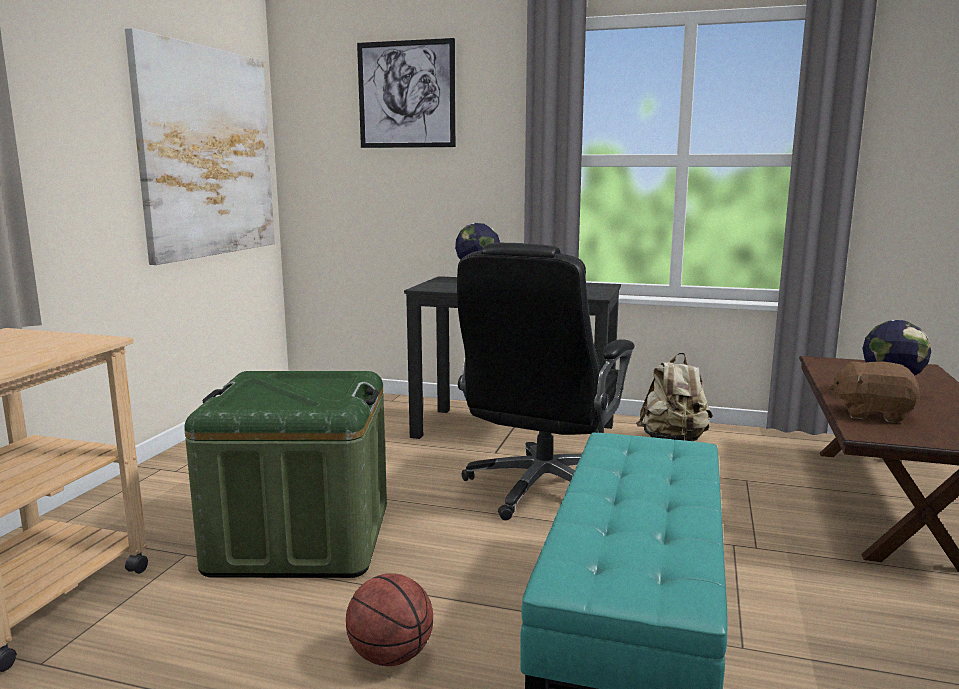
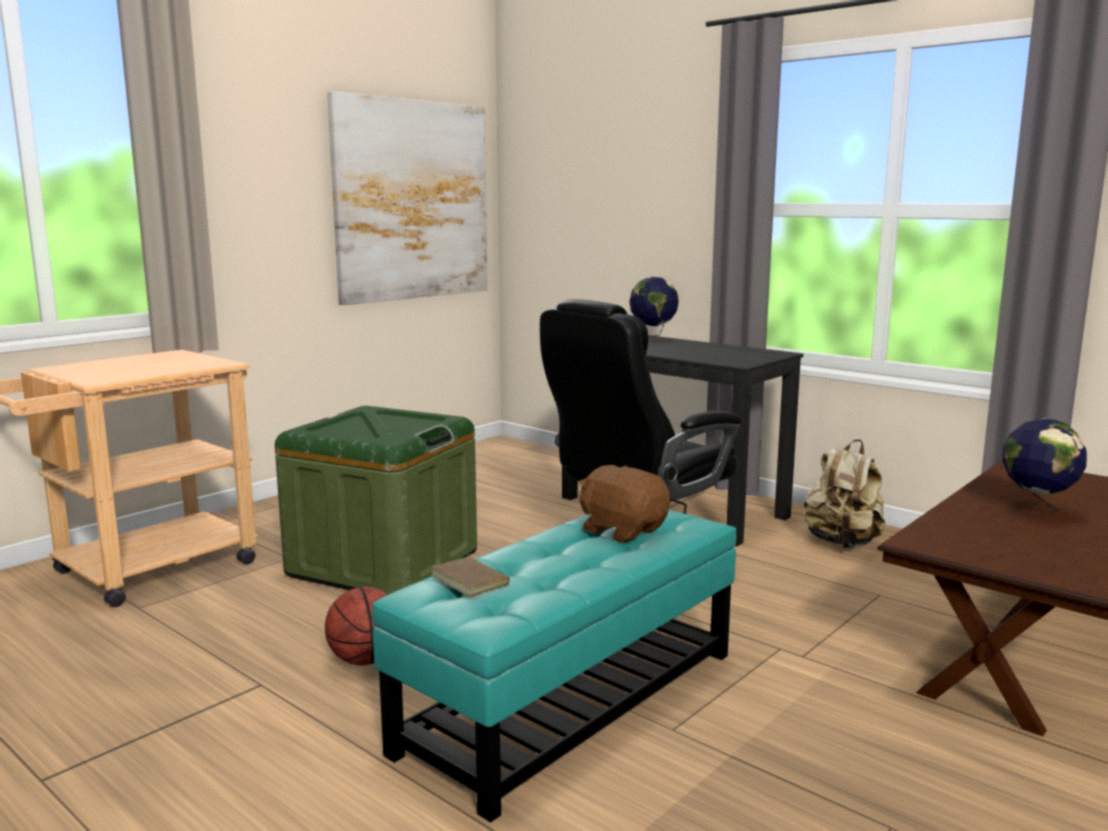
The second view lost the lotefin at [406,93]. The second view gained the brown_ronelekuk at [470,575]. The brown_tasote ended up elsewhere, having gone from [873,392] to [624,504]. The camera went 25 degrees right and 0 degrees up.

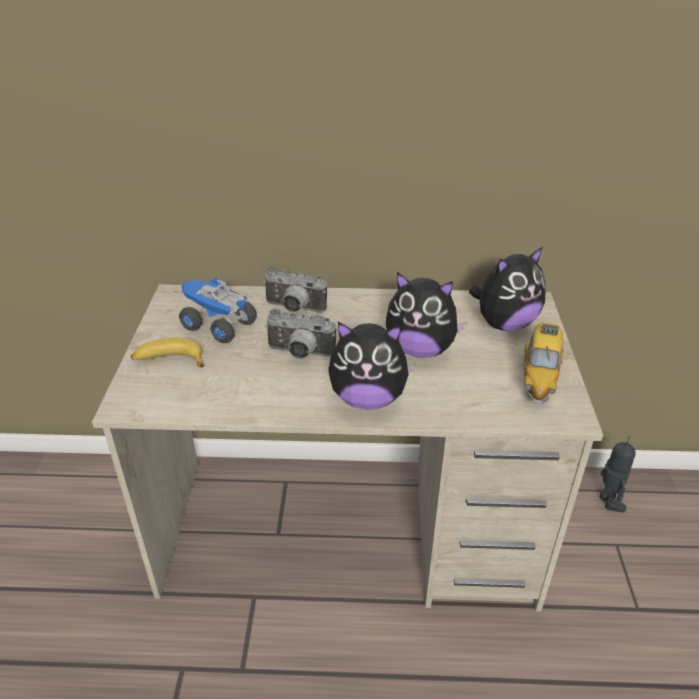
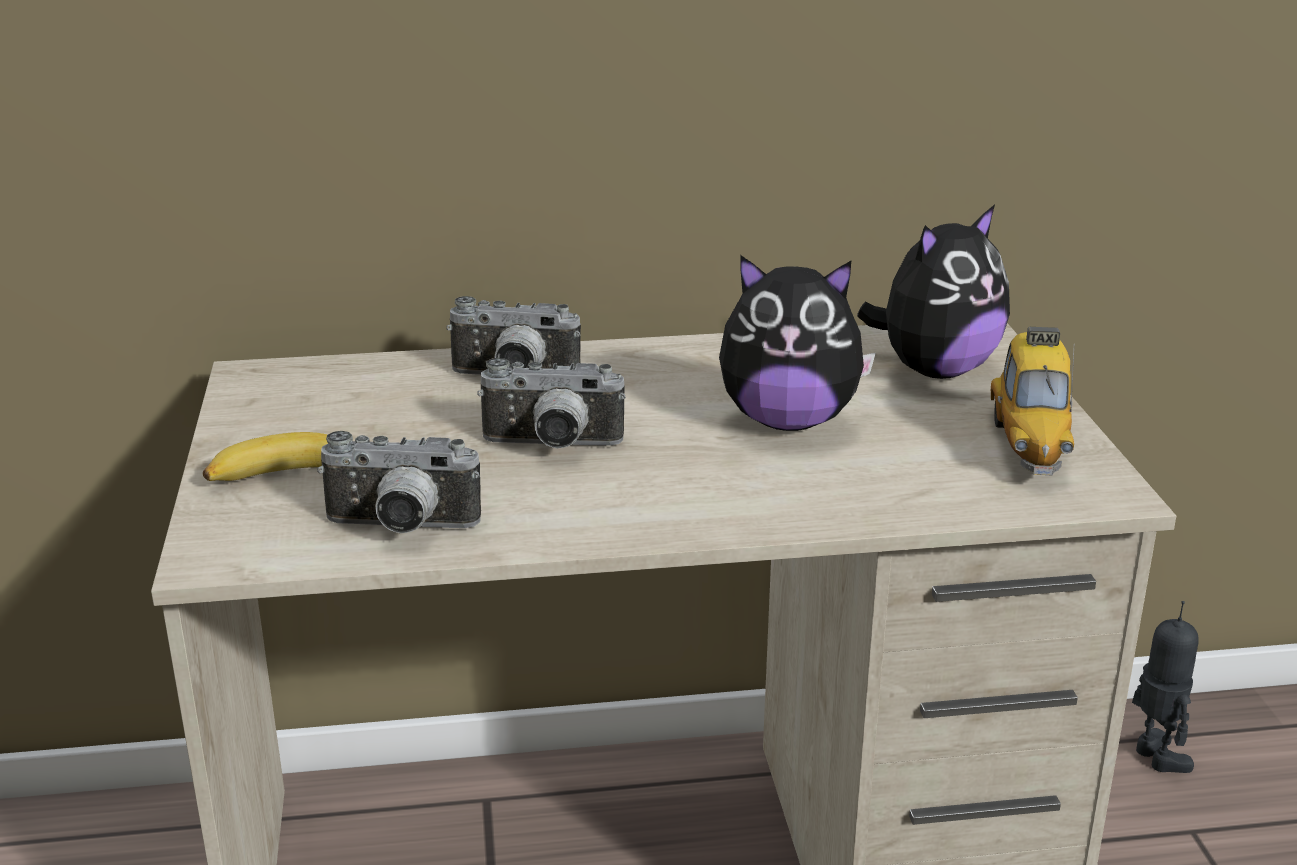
The second view lost the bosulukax at [218,310]. The second view lost the tasote at [371,366]. The second view gained the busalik at [399,482]. The camera went 10 degrees left and 10 degrees down.

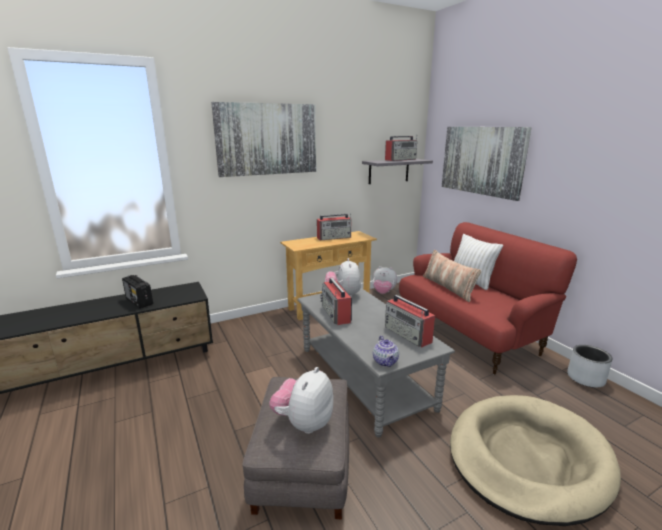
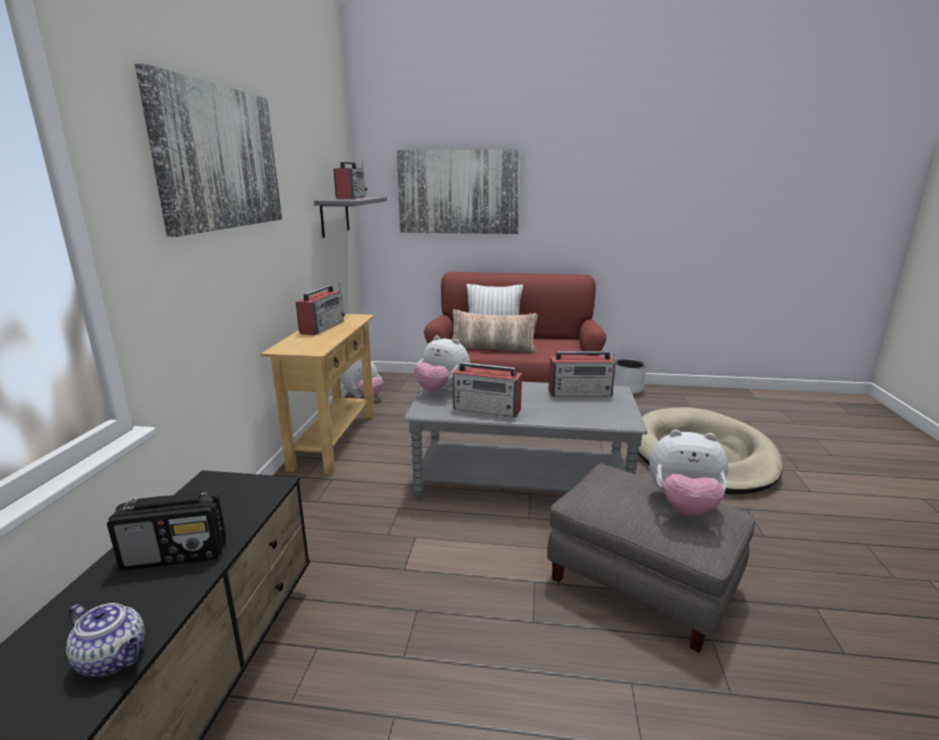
The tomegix ended up elsewhere, having gone from [386,351] to [105,640]. The tasote at [301,400] ended up facing another way, 45 degrees counterclockwise from before. The camera went 55 degrees left and 0 degrees up.

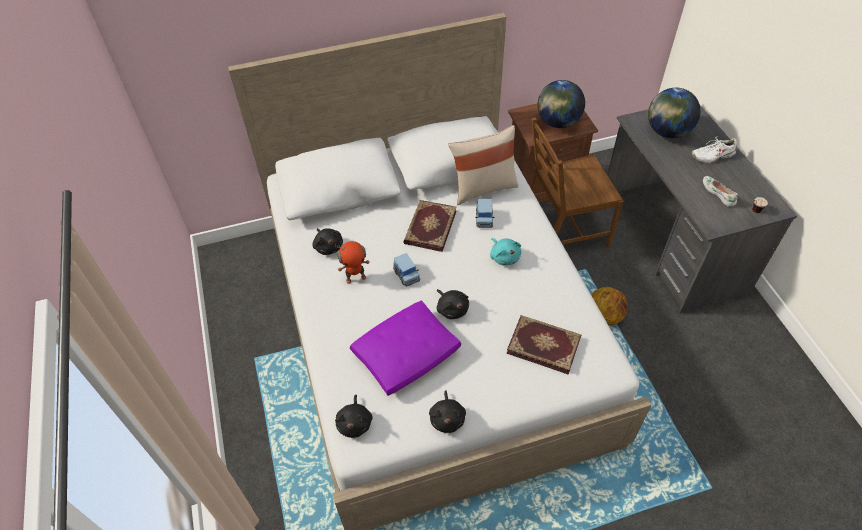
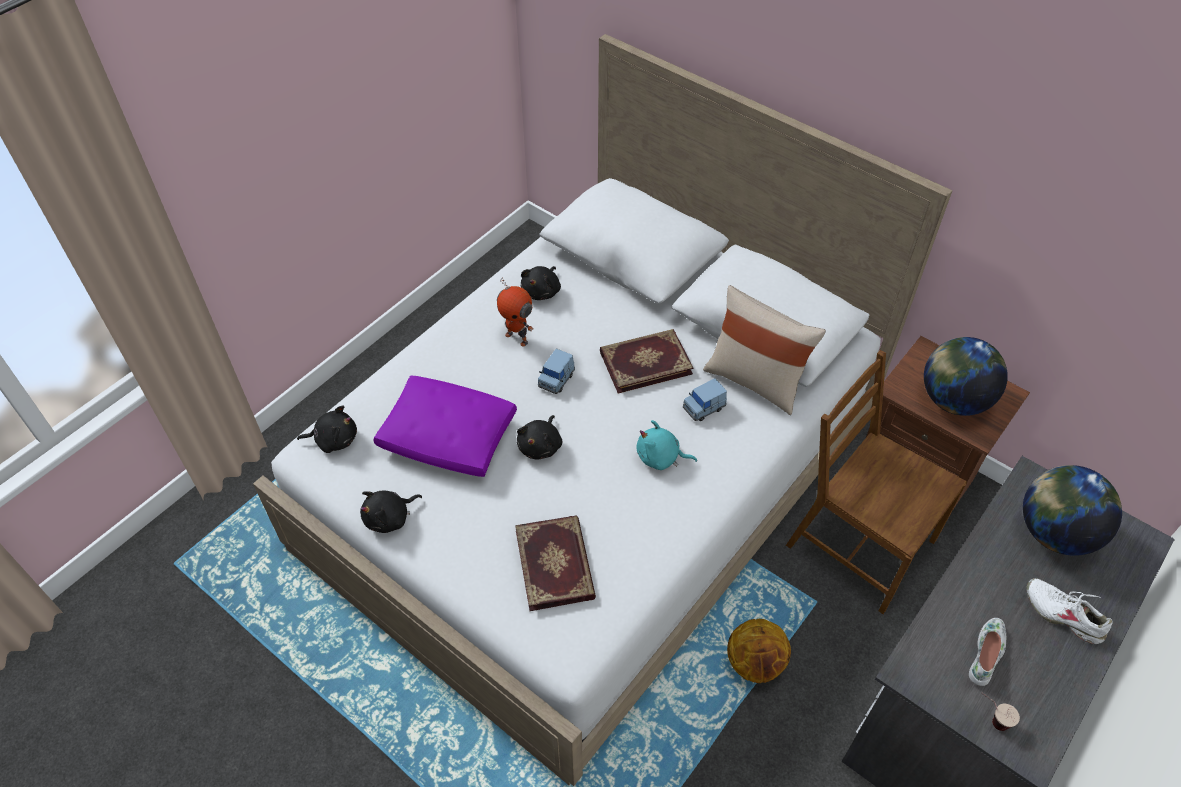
The black_tasote at [353,416] ended up facing another way, 150 degrees counterclockwise from before. The turquoise_tasote at [505,252] ended up facing another way, 75 degrees clockwise from before. The camera went 55 degrees right and 0 degrees up.

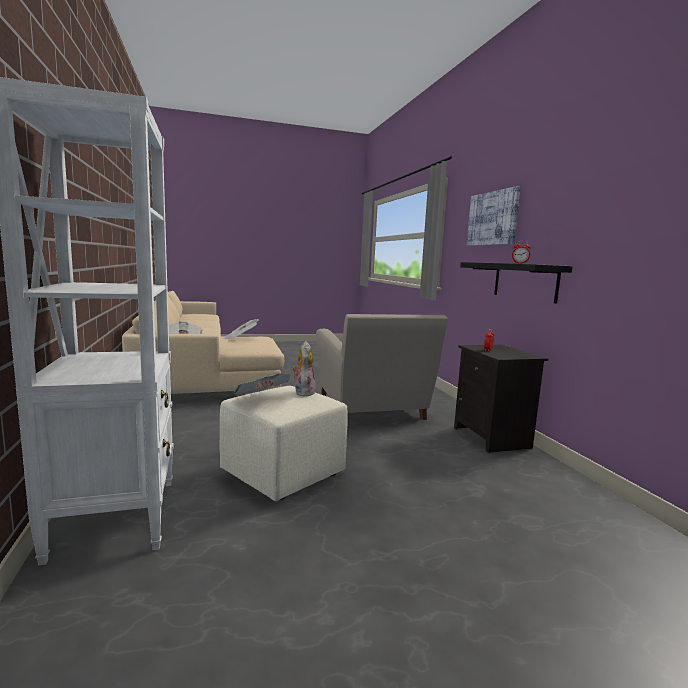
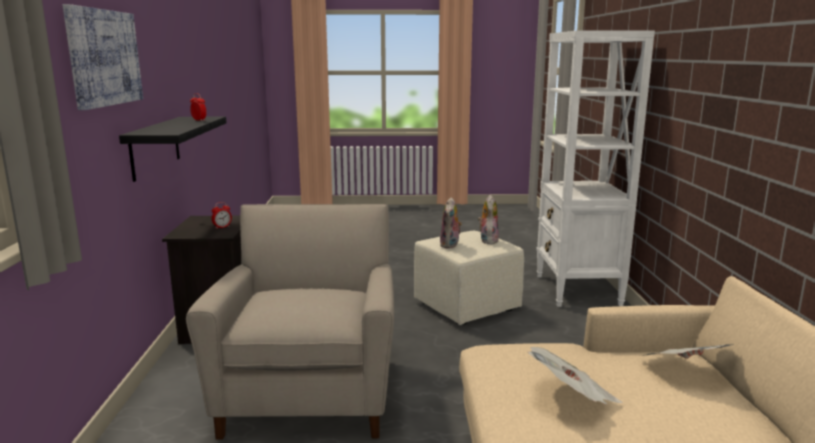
Where the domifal stood at [262,384], the tasote came to stand at [488,219]. The camera went 165 degrees left and 5 degrees up.

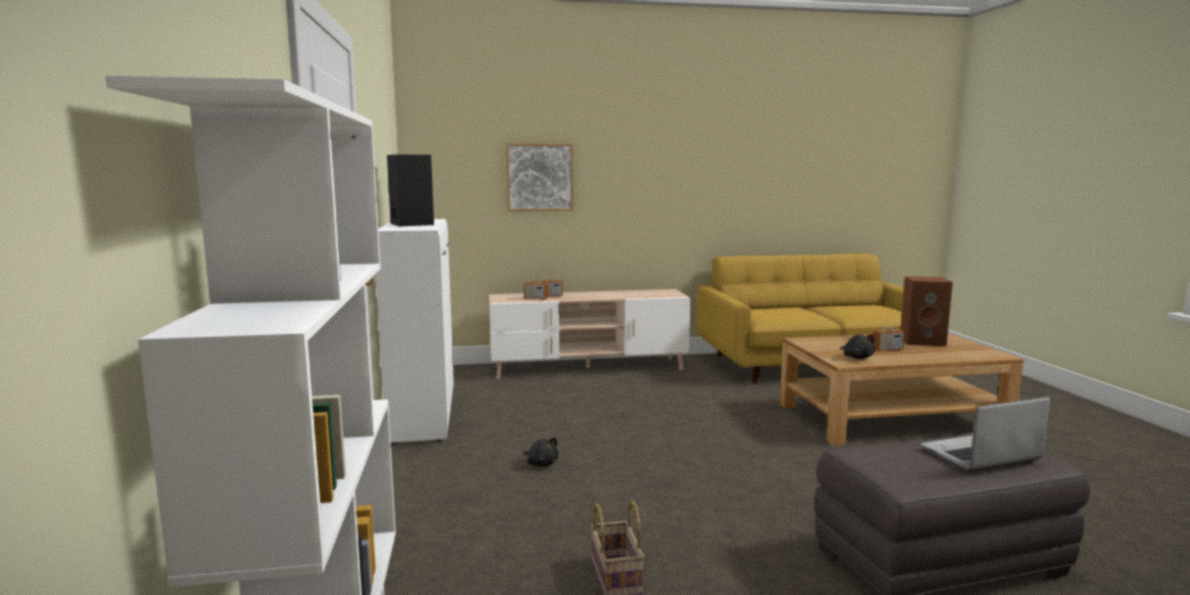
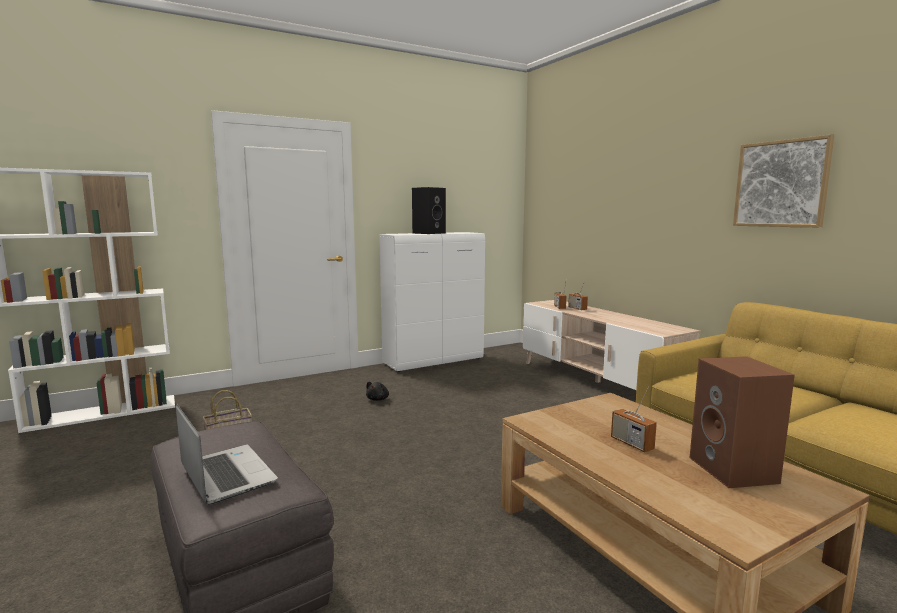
The second view lost the black_tasote at [857,346]. The lotefin ended up elsewhere, having gone from [539,177] to [783,181]. The camera went 70 degrees right and 0 degrees up.

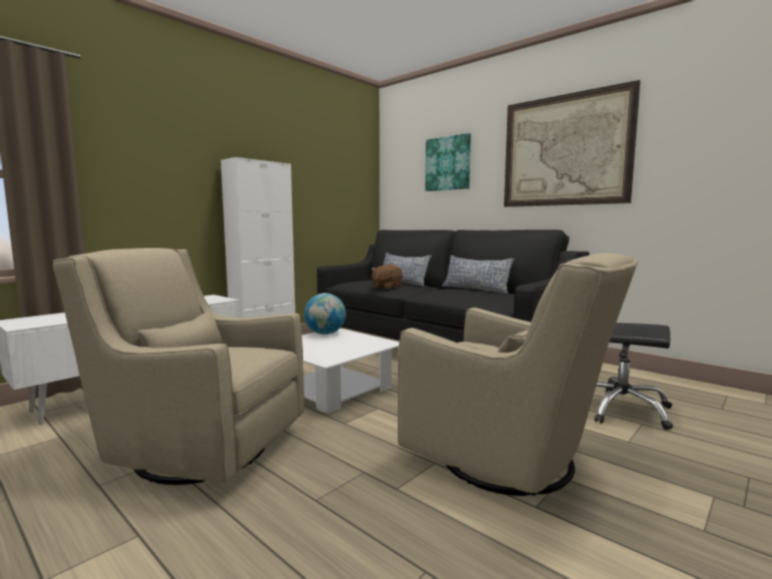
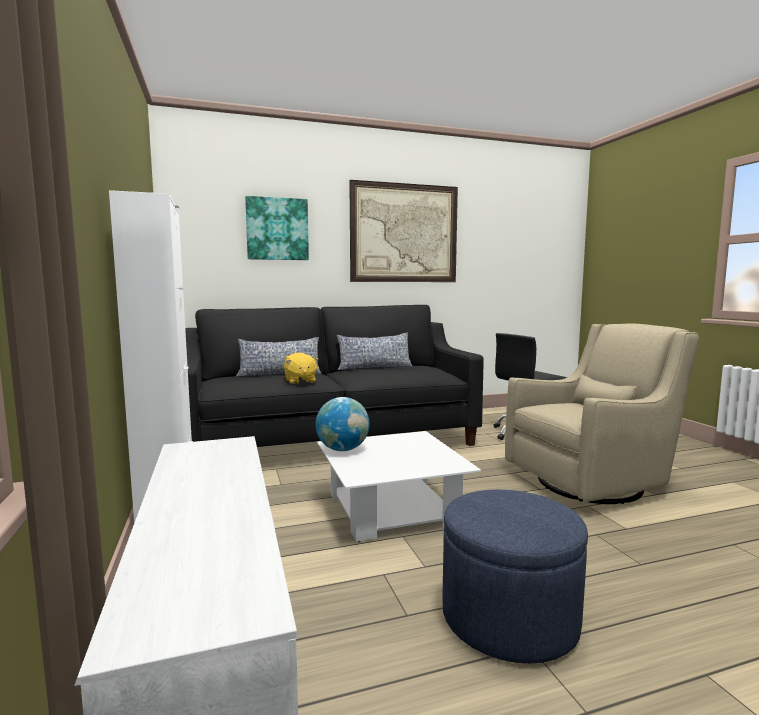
Where the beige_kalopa stood at [178,366], the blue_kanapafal came to stand at [515,577]. What was the brown_tasote at [386,276] turned into the yellow_tasote at [301,368]. The camera went 60 degrees left and 0 degrees up.

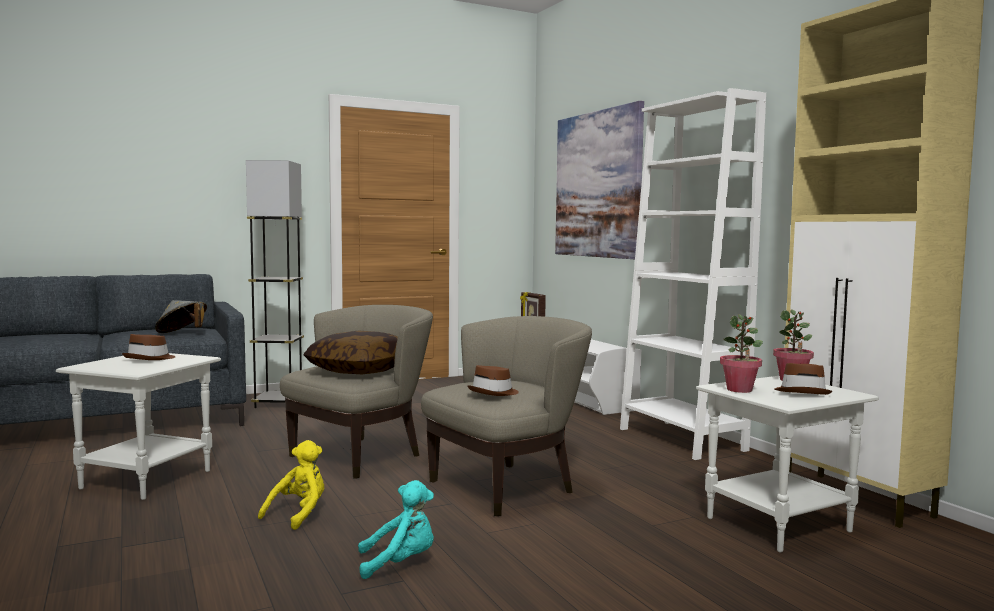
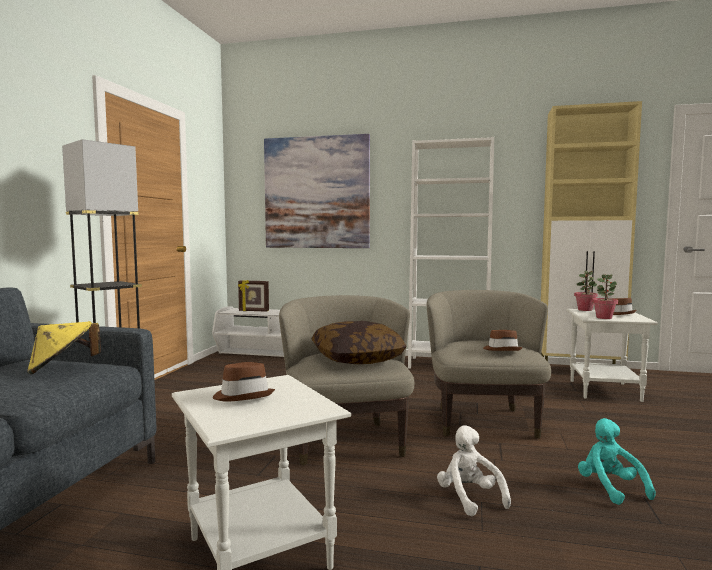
What was the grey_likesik at [181,316] turned into the yellow_likesik at [64,348]. What was the yellow_tasote at [291,485] turned into the white_tasote at [474,471]. The turquoise_tasote at [396,529] ended up facing another way, 45 degrees counterclockwise from before. The camera went 50 degrees left and 0 degrees up.

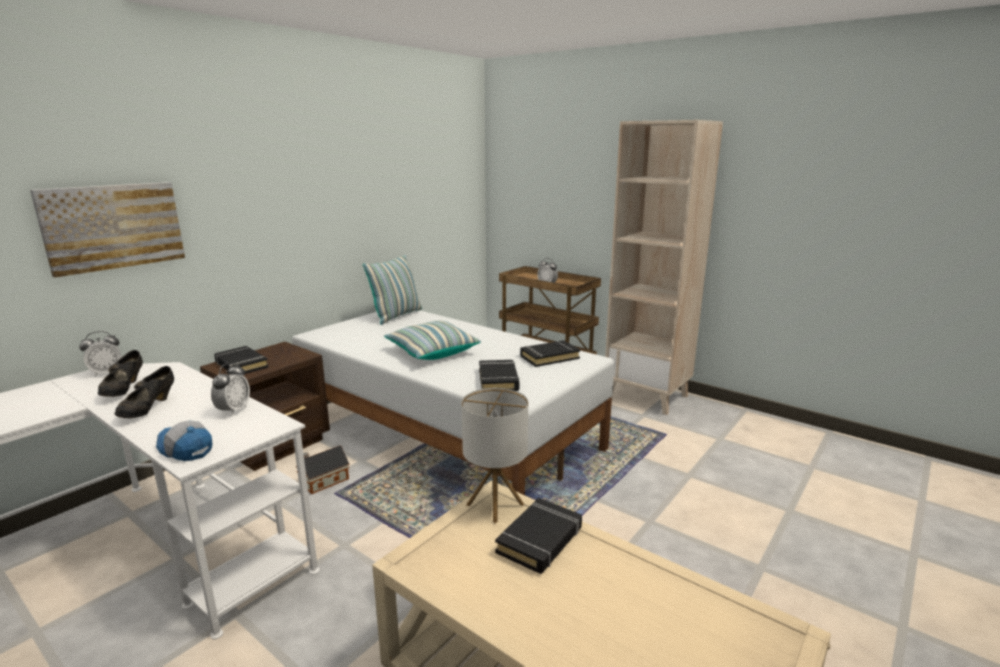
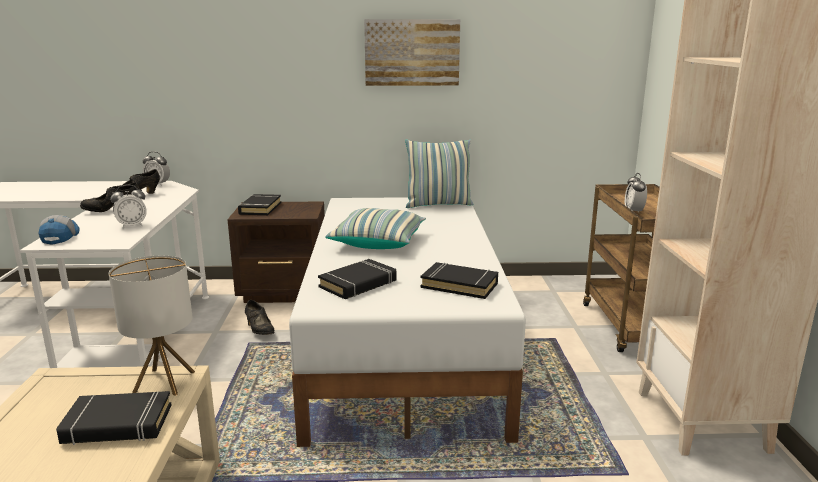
The lotefin ended up elsewhere, having gone from [107,230] to [412,52]. Where the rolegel stood at [322,470], the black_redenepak came to stand at [259,317]. The camera went 50 degrees right and 0 degrees up.

